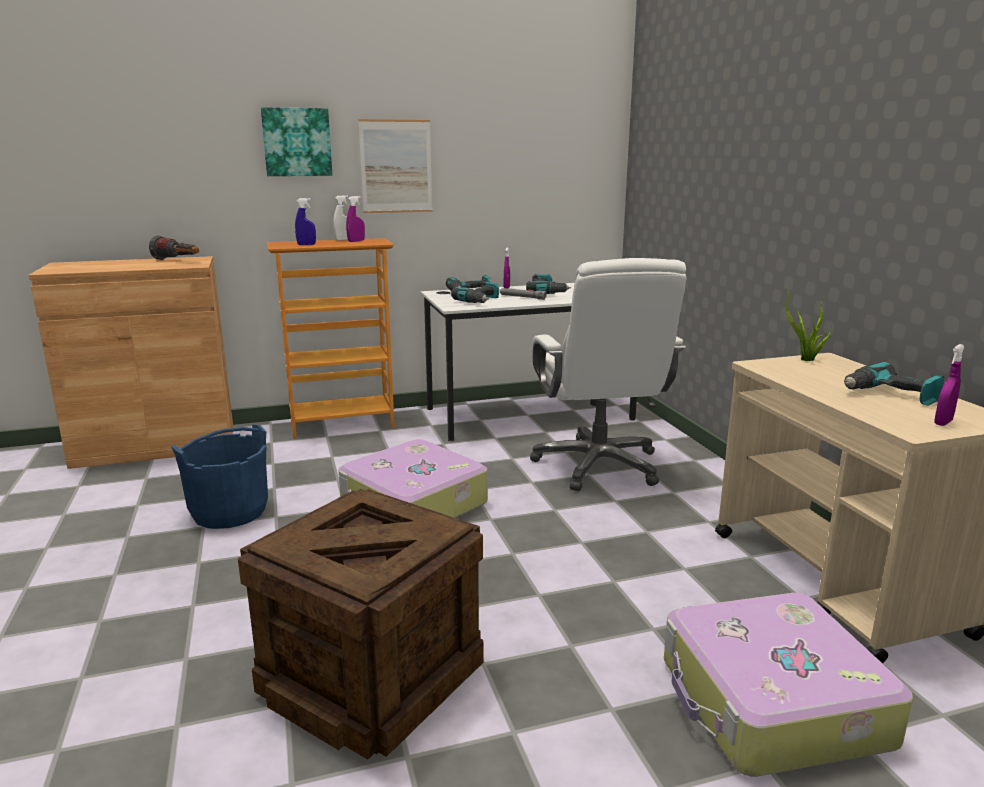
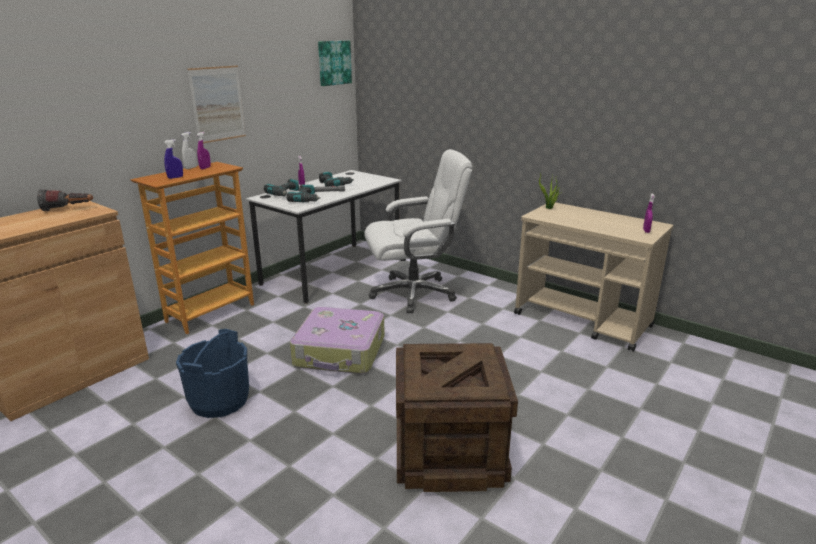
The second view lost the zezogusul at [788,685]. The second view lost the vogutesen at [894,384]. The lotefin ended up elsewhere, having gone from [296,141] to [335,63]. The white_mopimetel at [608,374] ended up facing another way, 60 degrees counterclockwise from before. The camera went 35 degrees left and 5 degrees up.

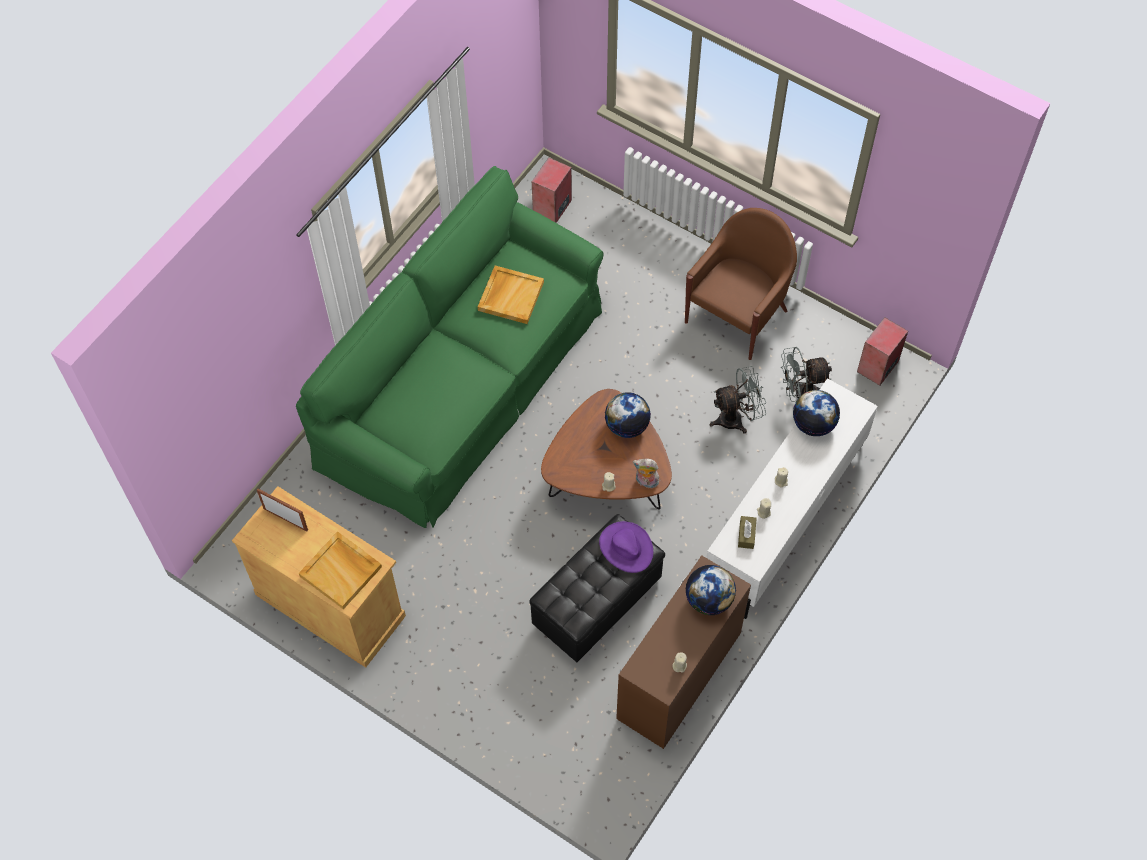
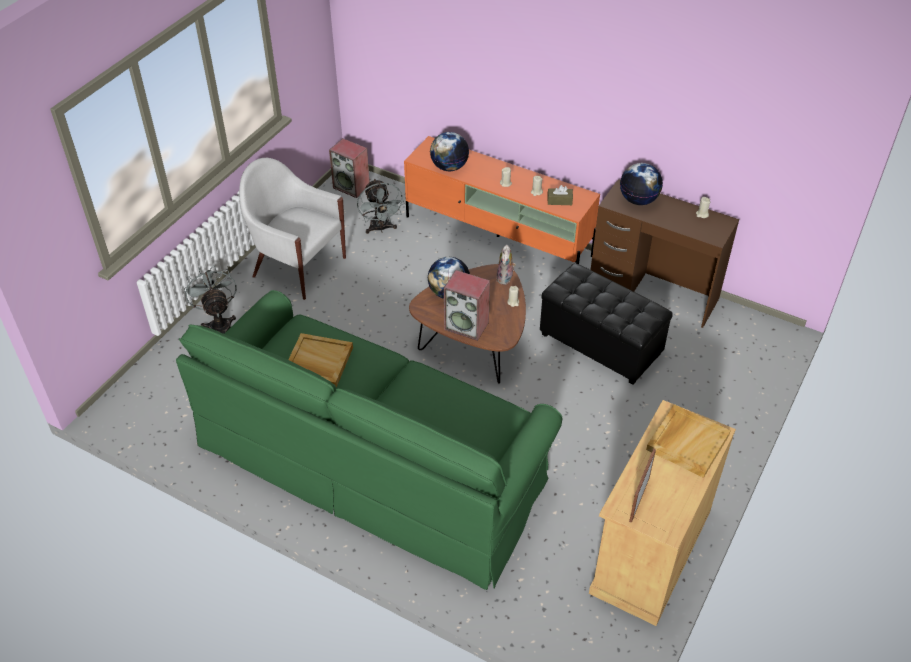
The second view lost the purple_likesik at [626,547]. The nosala ended up elsewhere, having gone from [552,190] to [467,305]. The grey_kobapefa ended up elsewhere, having gone from [738,400] to [210,299]. What was the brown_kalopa at [741,284] turned into the white_kalopa at [292,229]. What was the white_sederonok at [792,498] turned into the orange_sederonok at [502,200]. The camera went 95 degrees left and 15 degrees down.

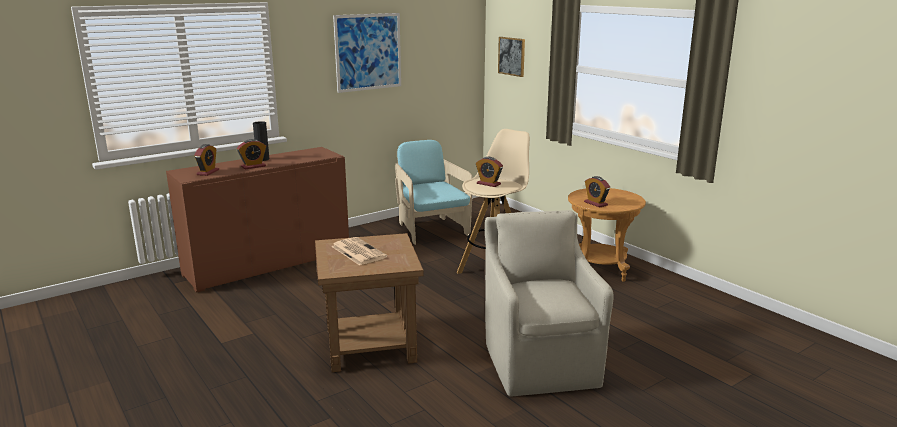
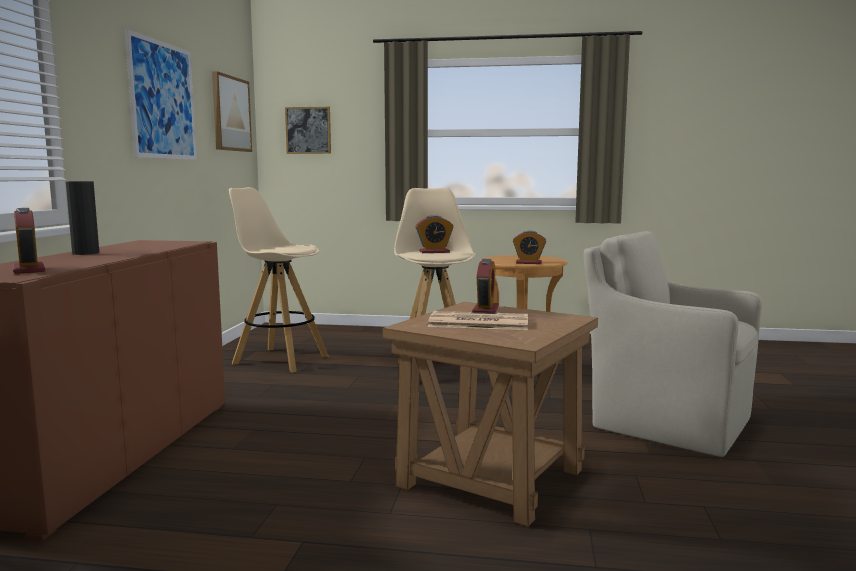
The second view gained the lotefin at [232,111]. The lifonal ended up elsewhere, having gone from [251,154] to [485,286]. Where the turquoise_kalopa stood at [434,192], the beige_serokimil came to stand at [279,280]. The camera went 45 degrees left and 10 degrees down.

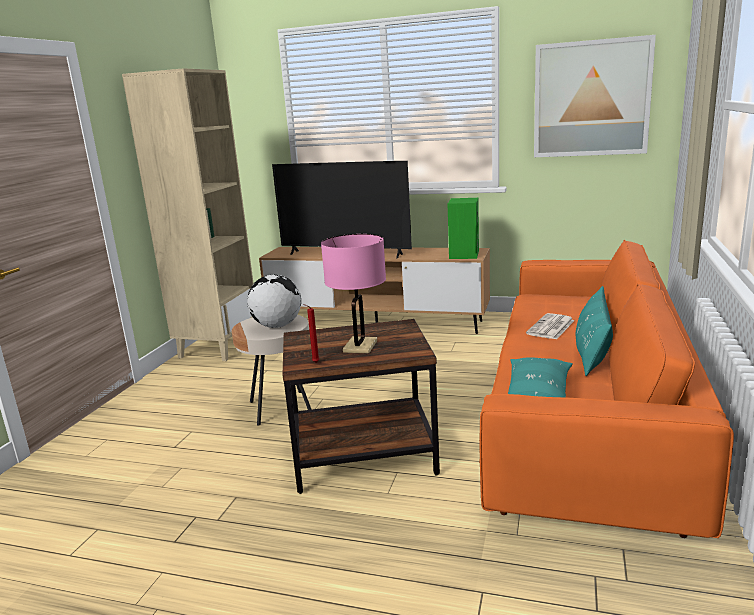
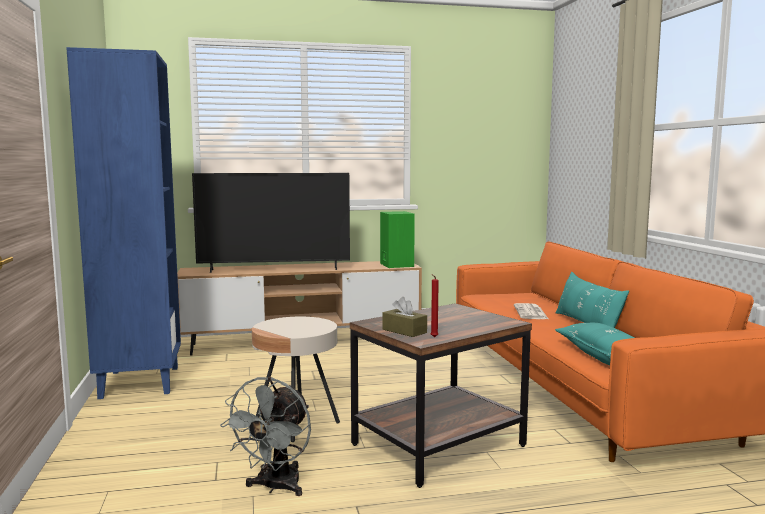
The second view lost the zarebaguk at [274,301]. The second view lost the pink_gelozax at [353,294]. The second view lost the lotefin at [595,96]. The second view gained the grey_kobapefa at [265,436]. The second view gained the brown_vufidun at [404,317]. What was the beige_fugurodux at [188,214] turned into the blue_fugurodux at [123,223]. The camera went 30 degrees left and 10 degrees down.

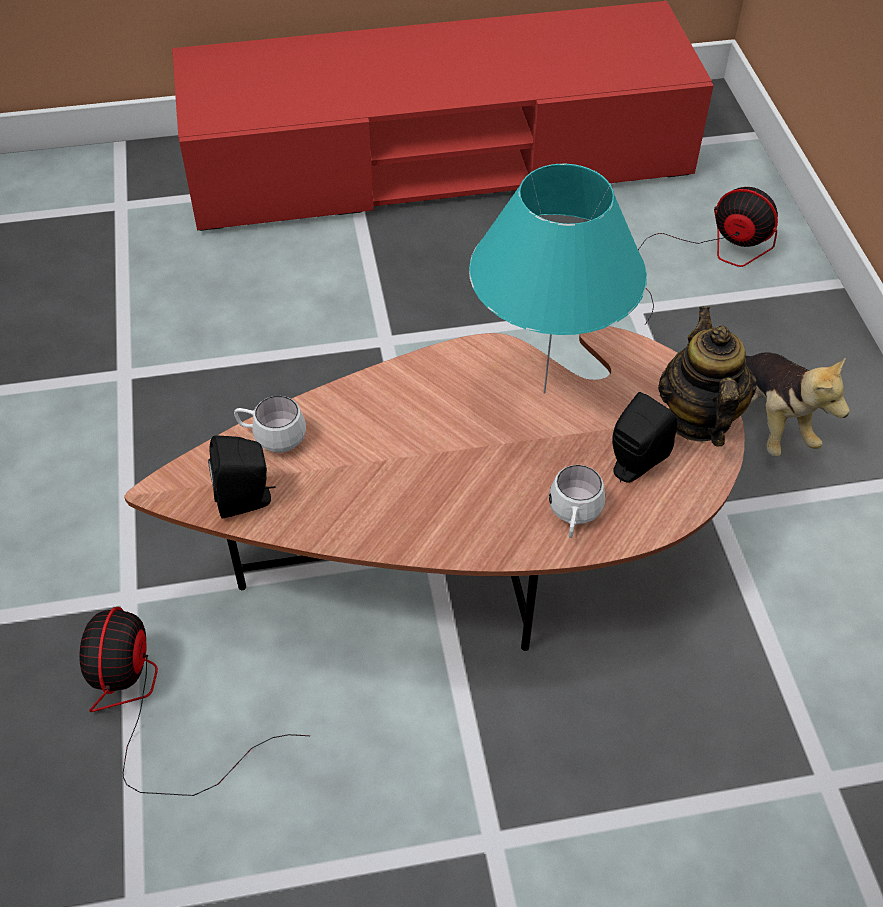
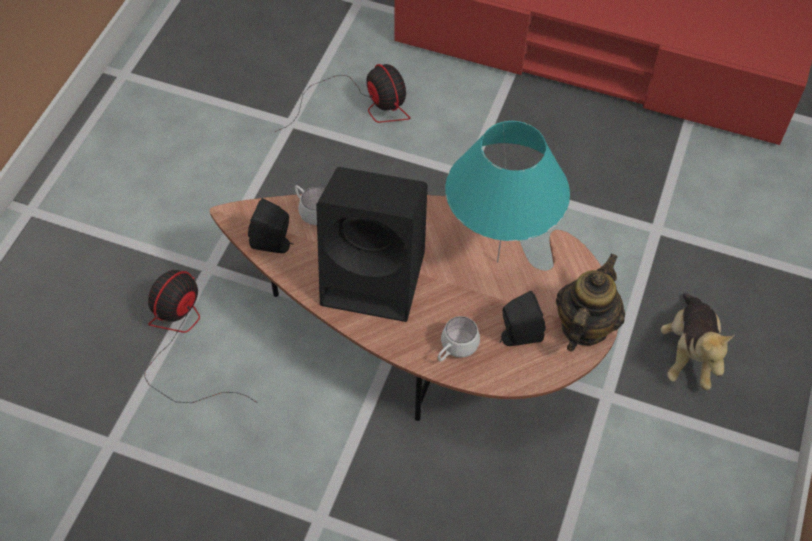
The second view gained the black_nosala at [372,244]. The kobapefa ended up elsewhere, having gone from [708,256] to [342,98]. The camera went 30 degrees right and 5 degrees up.

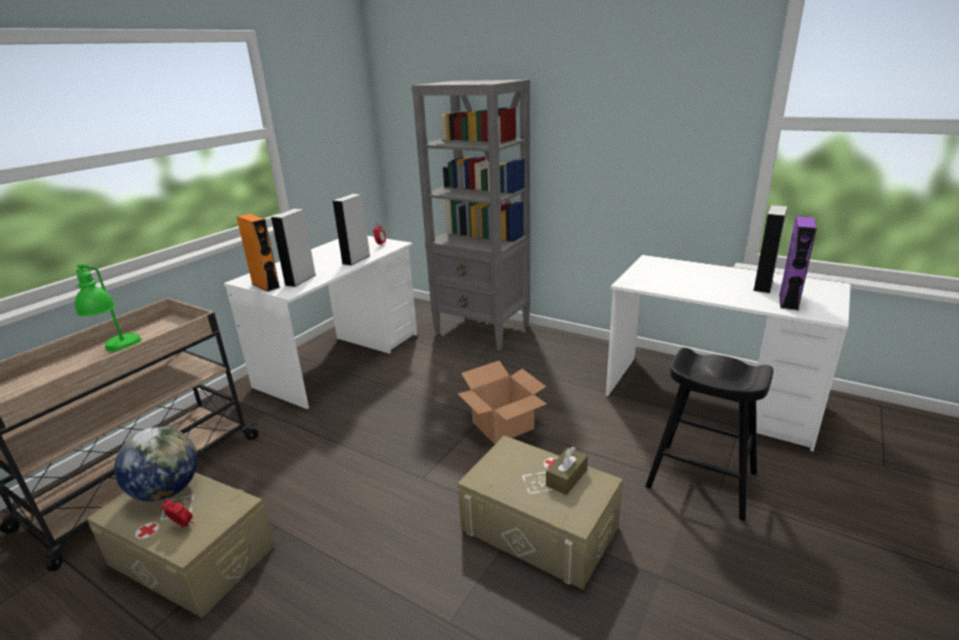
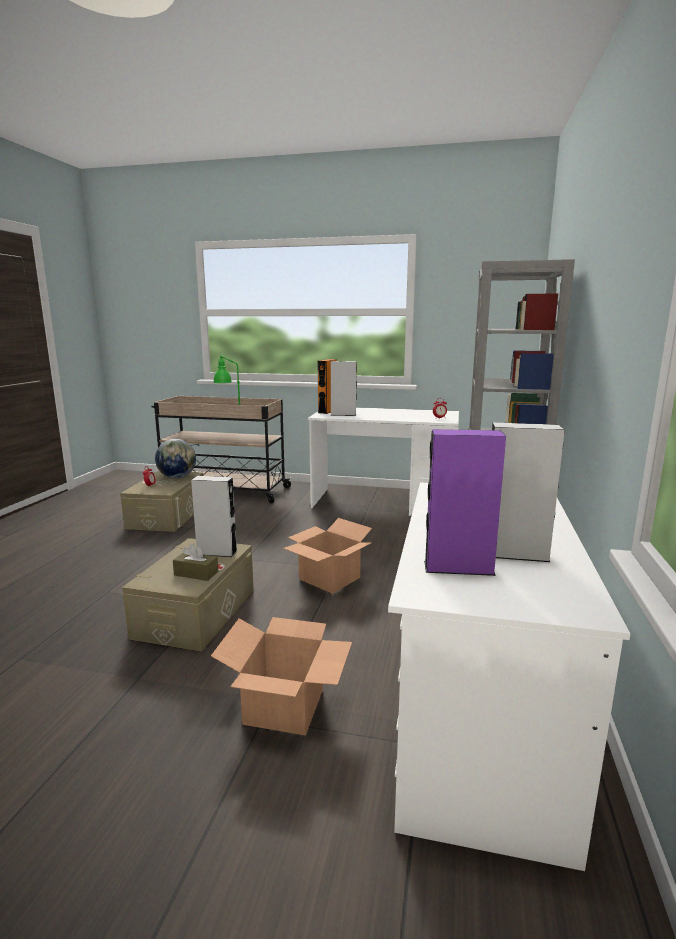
The grey_nosala ended up elsewhere, having gone from [351,230] to [214,516]. Where the black_serokimil stood at [709,434], the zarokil came to stand at [281,676]. The camera went 70 degrees right and 10 degrees down.

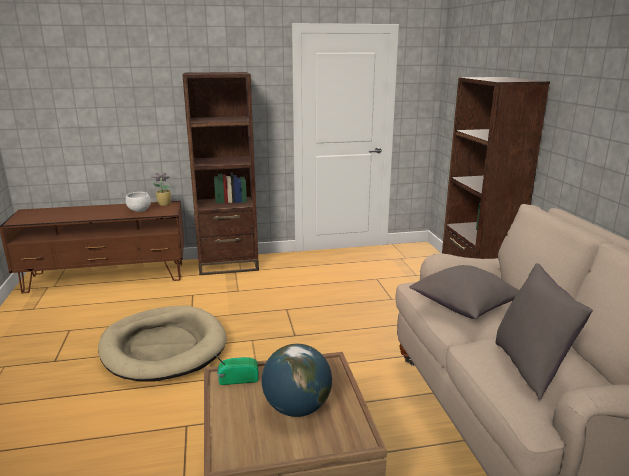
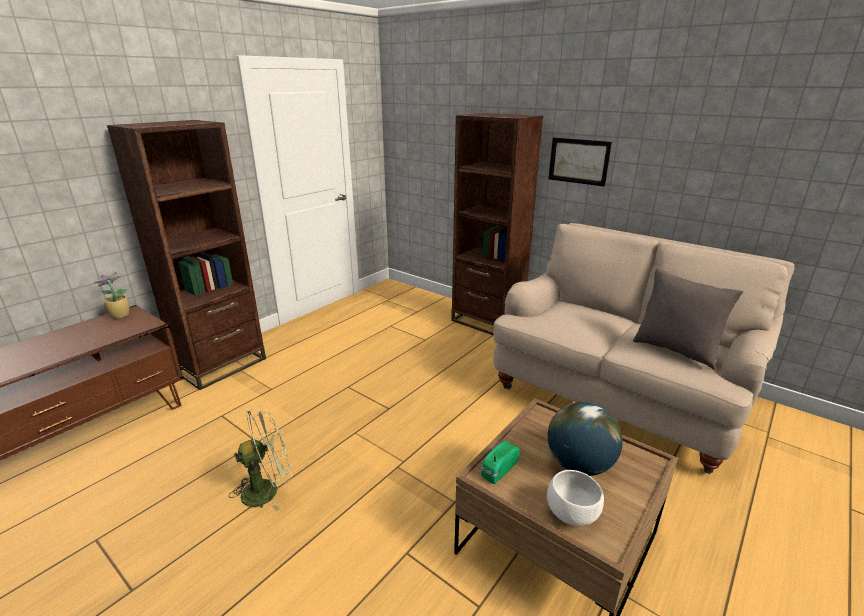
The second view lost the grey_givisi at [464,292]. The second view gained the lotefin at [580,161]. The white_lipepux ended up elsewhere, having gone from [138,202] to [575,498]. Where the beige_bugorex stood at [162,344], the green_kobapefa came to stand at [260,458]. The camera went 40 degrees left and 5 degrees up.

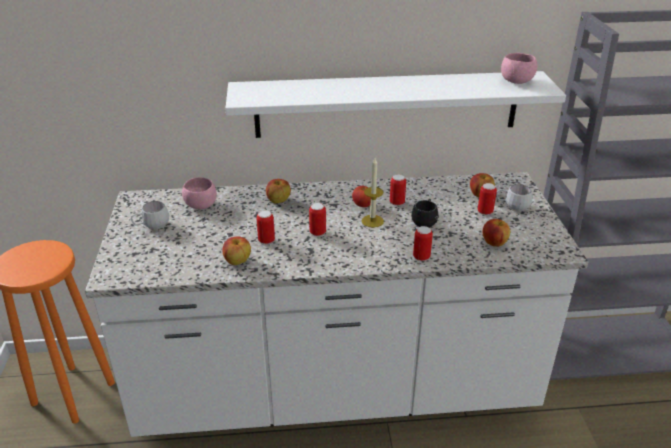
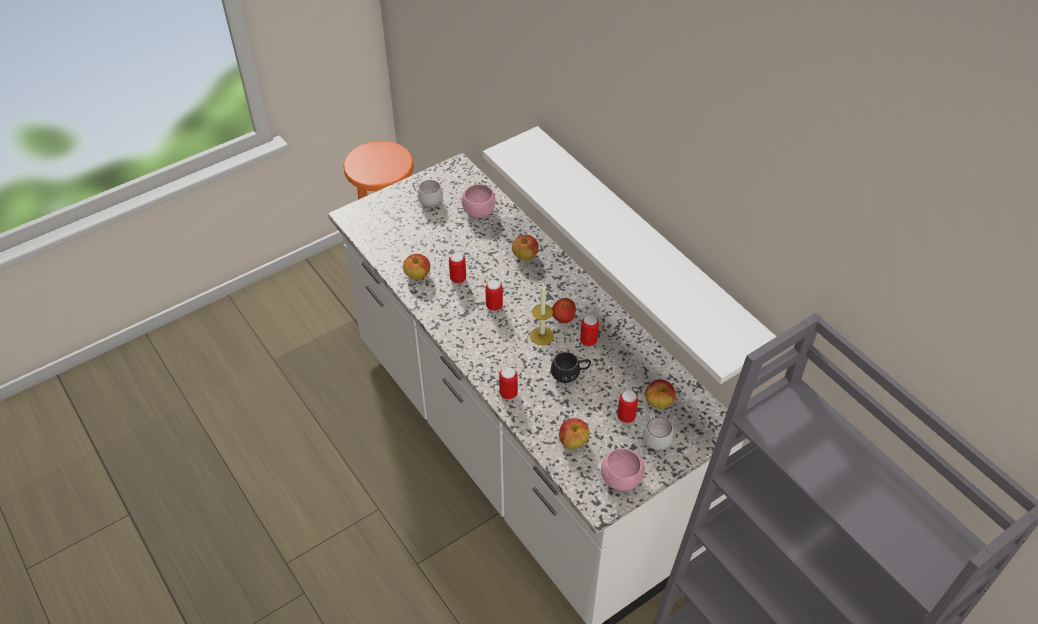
The pink_lipepux ended up elsewhere, having gone from [519,68] to [623,469]. The camera went 60 degrees right and 15 degrees up.

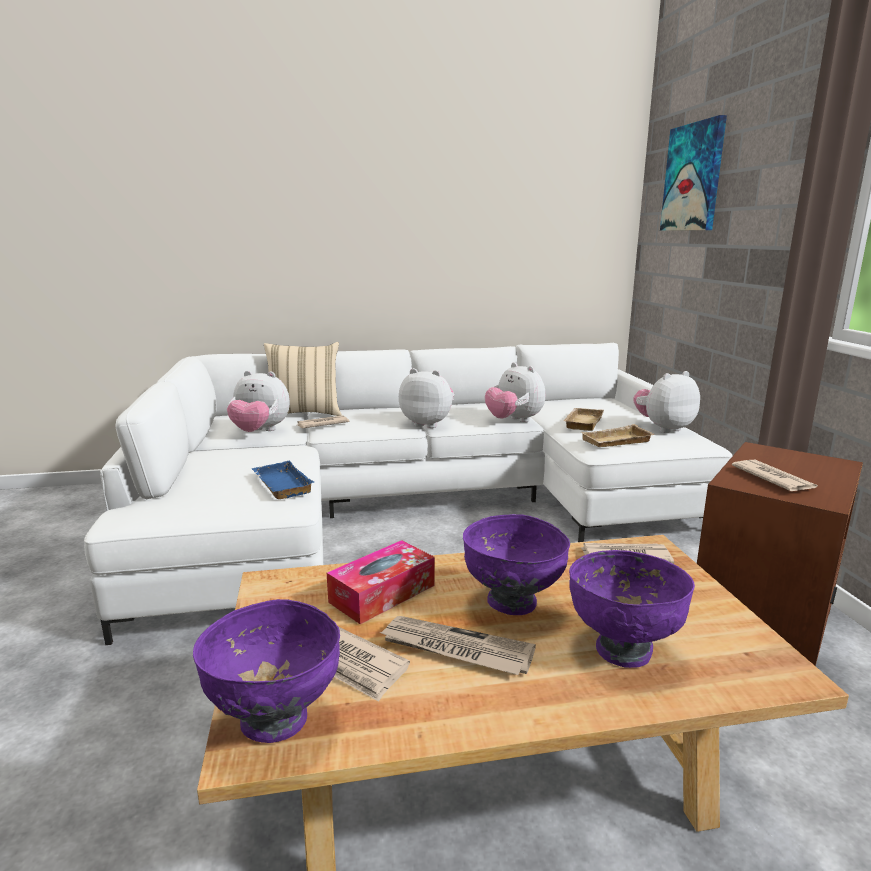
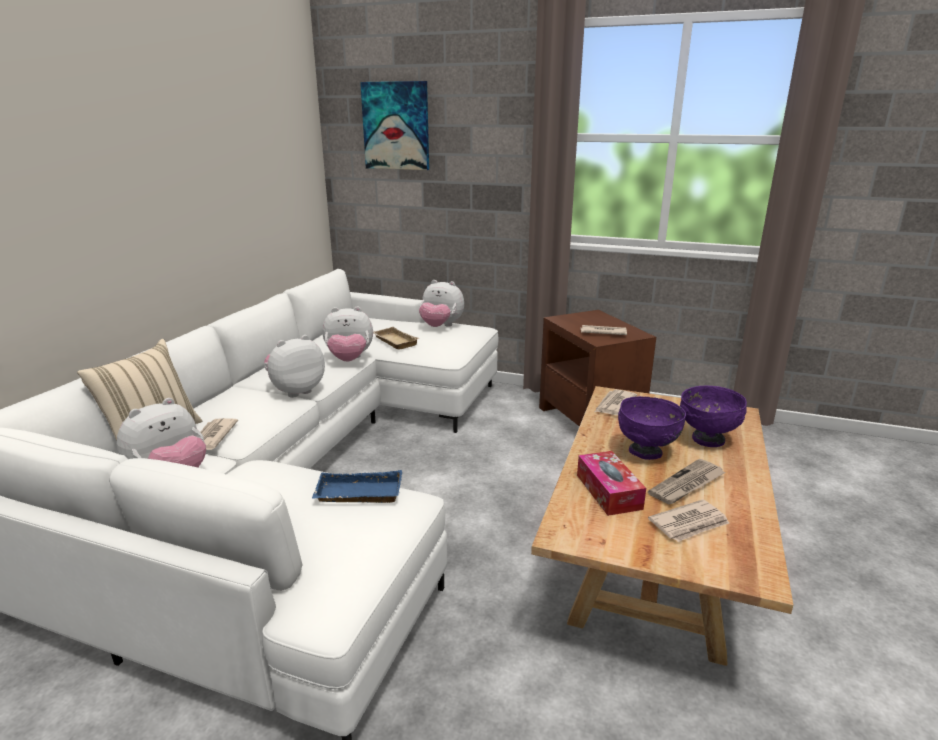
The second view lost the purple_lipepux at [266,671]. The second view lost the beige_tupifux at [617,435]. The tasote at [666,402] ended up facing another way, 75 degrees counterclockwise from before. The camera went 60 degrees left and 5 degrees up.

